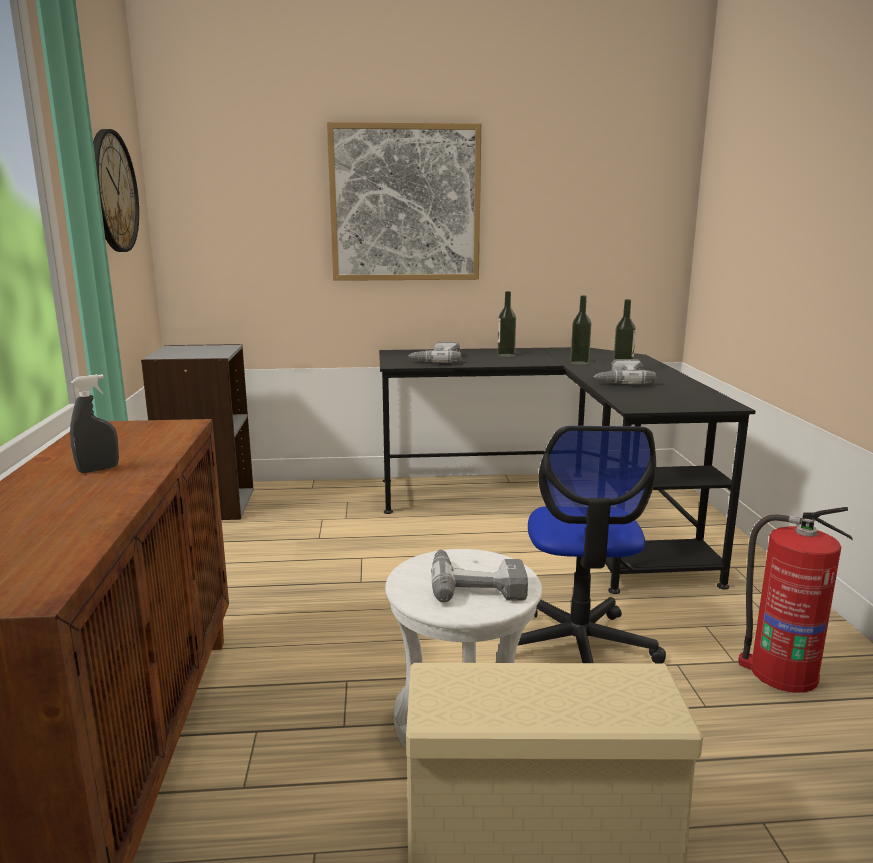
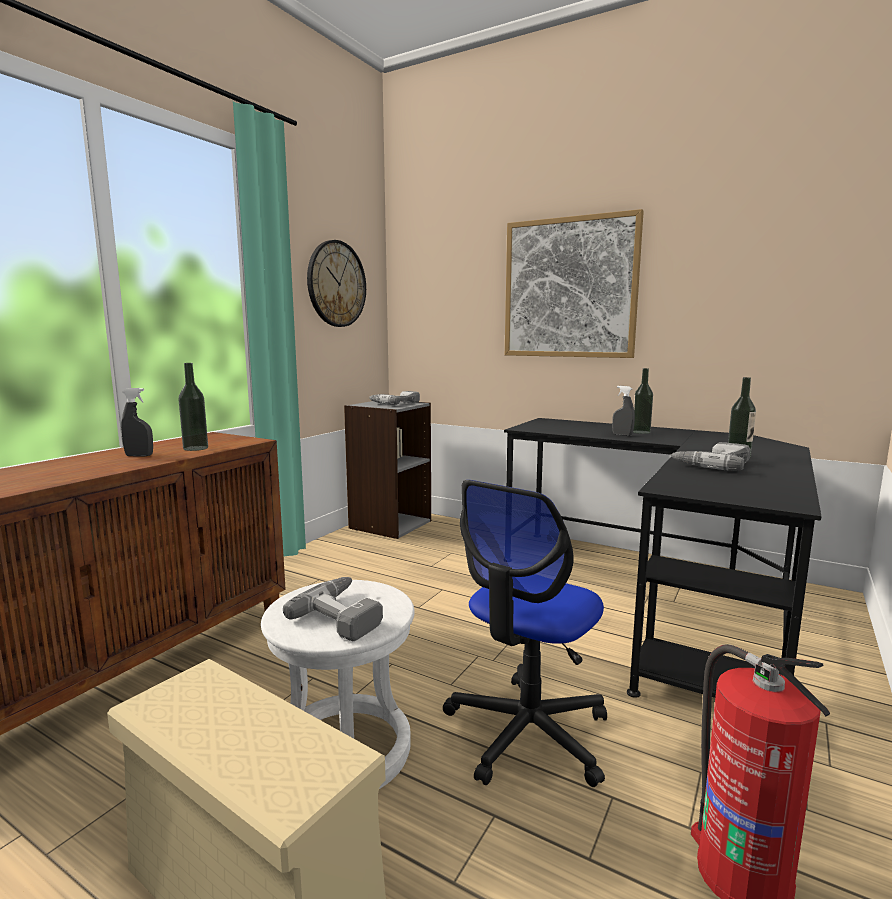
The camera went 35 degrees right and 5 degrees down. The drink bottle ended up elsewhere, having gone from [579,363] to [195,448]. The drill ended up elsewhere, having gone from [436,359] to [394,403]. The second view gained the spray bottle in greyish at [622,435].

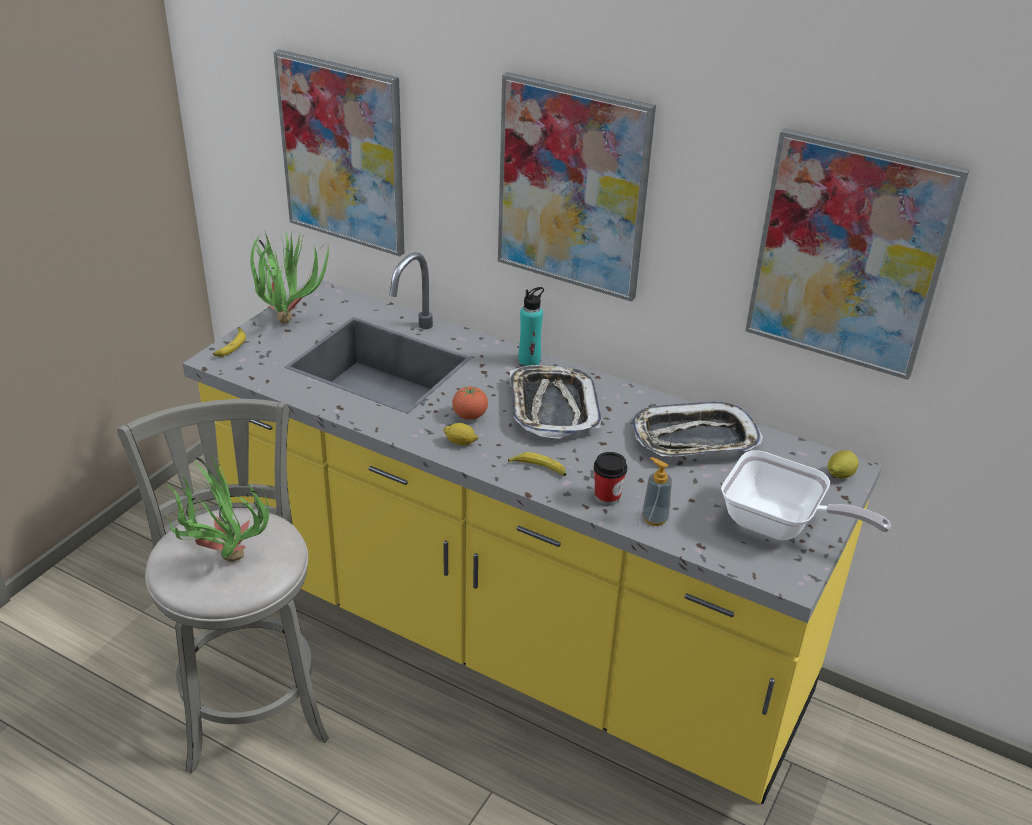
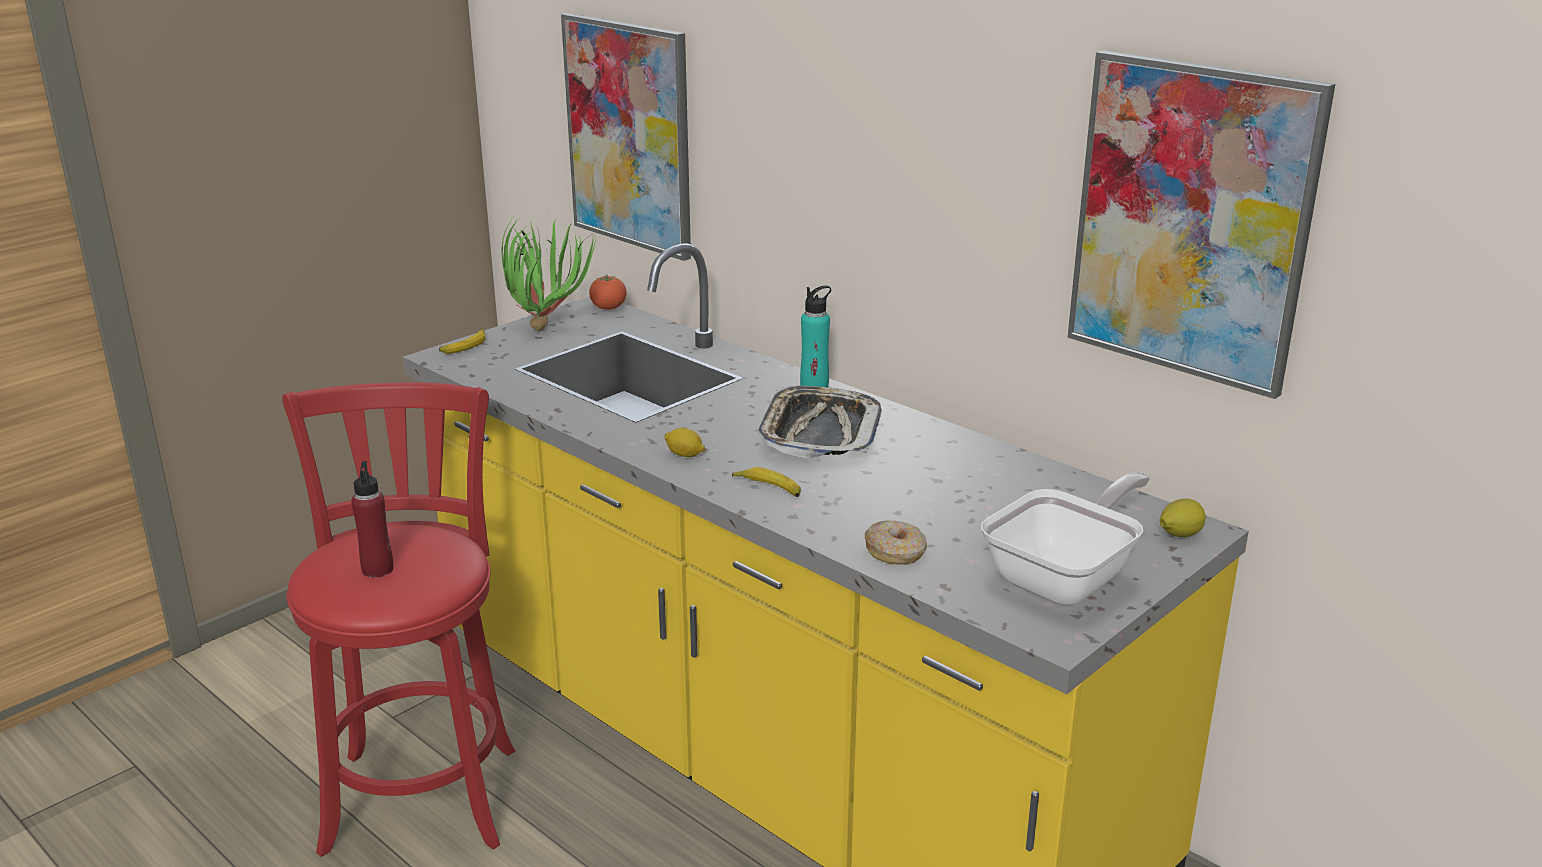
The camera went 15 degrees right and 10 degrees down. What was the stool seat in greyish at [251,703] turned into the stool seat in reddish at [423,792]. Where the plant in a pot stood at [221,559], the drink bottle in reddish came to stand at [378,569]. The fresh tomato ended up elsewhere, having gone from [470,416] to [608,308]. Where the soap dispenser stood at [654,518], the doughnut came to stand at [896,552]. The skillet at [780,526] ended up facing another way, 90 degrees counterclockwise from before. The second view lost the wall picture at [572,187]. The second view lost the cup at [607,497]. The second view lost the tray at [694,439].

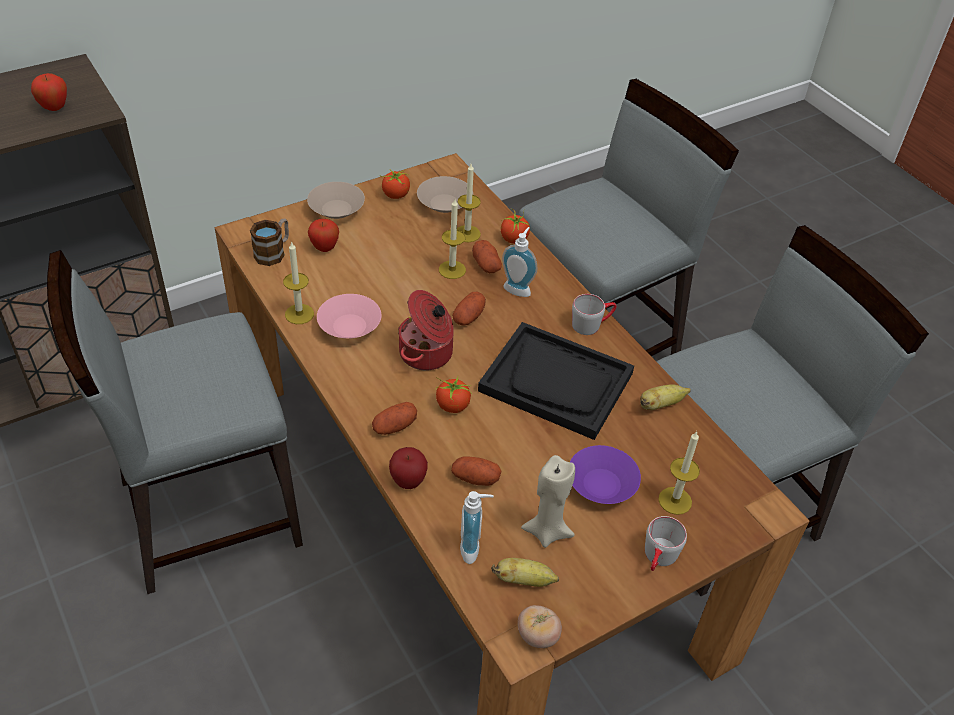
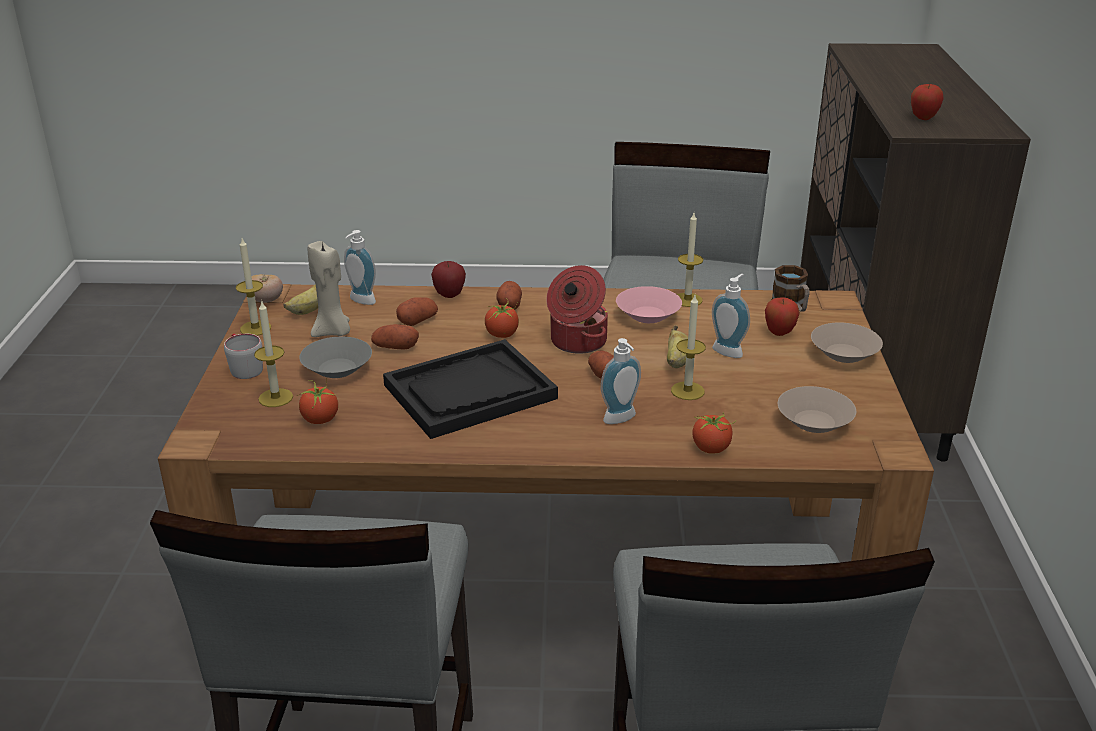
The camera went 125 degrees right and 15 degrees down. The wax light ended up elsewhere, having gone from [467,233] to [255,328]. The fresh tomato ended up elsewhere, having gone from [395,195] to [320,419]. What was the bowl in purple at [602,485] turned into the bowl in greyish at [337,370]. The spud ended up elsewhere, having gone from [486,265] to [395,347]. The whole banana ended up elsewhere, having gone from [660,405] to [677,361]. The second view gained the soap dispenser at [729,350]. The second view lost the coffee mug in greyish at [592,324].

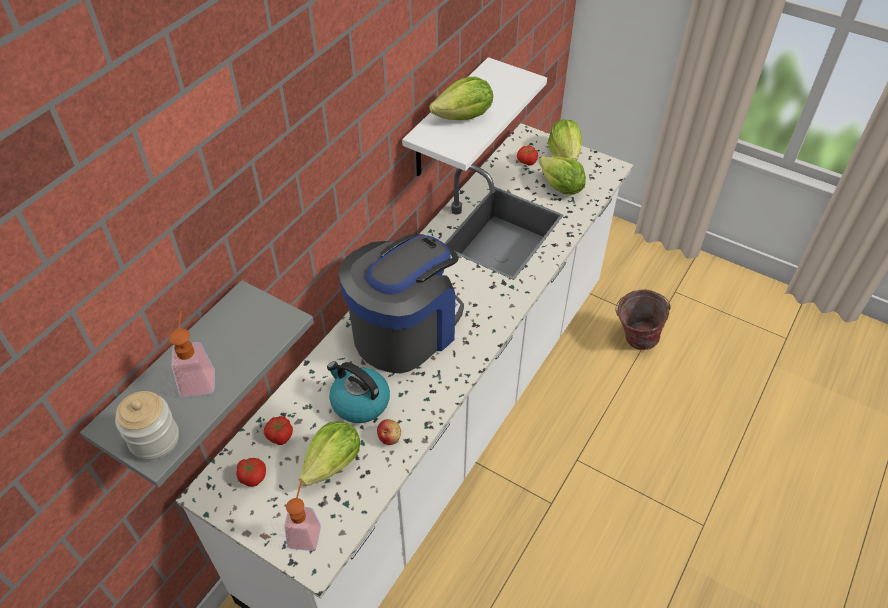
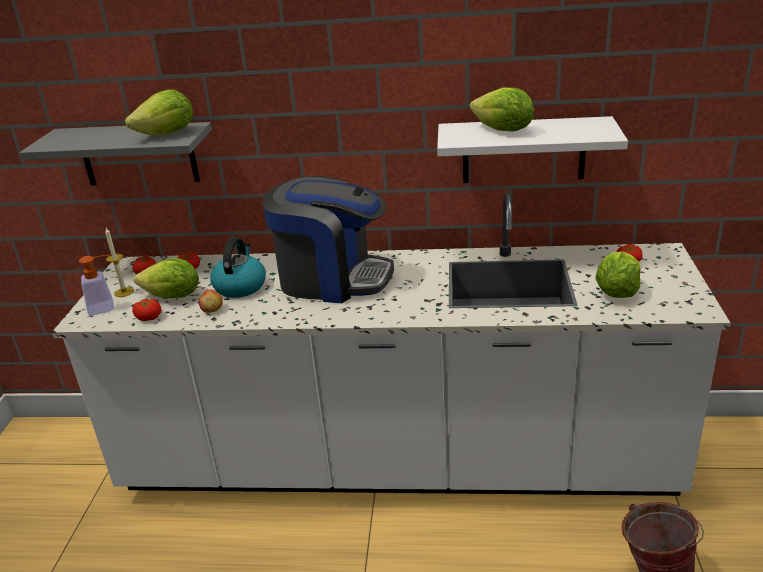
The camera went 65 degrees right and 20 degrees down. The second view gained the wax light at [124,292]. The lettuce ended up elsewhere, having gone from [564,154] to [167,134]. The second view gained the fresh tomato at [149,317]. The second view lost the storage jar at [154,439]. The second view lost the soap dispenser at [198,377].

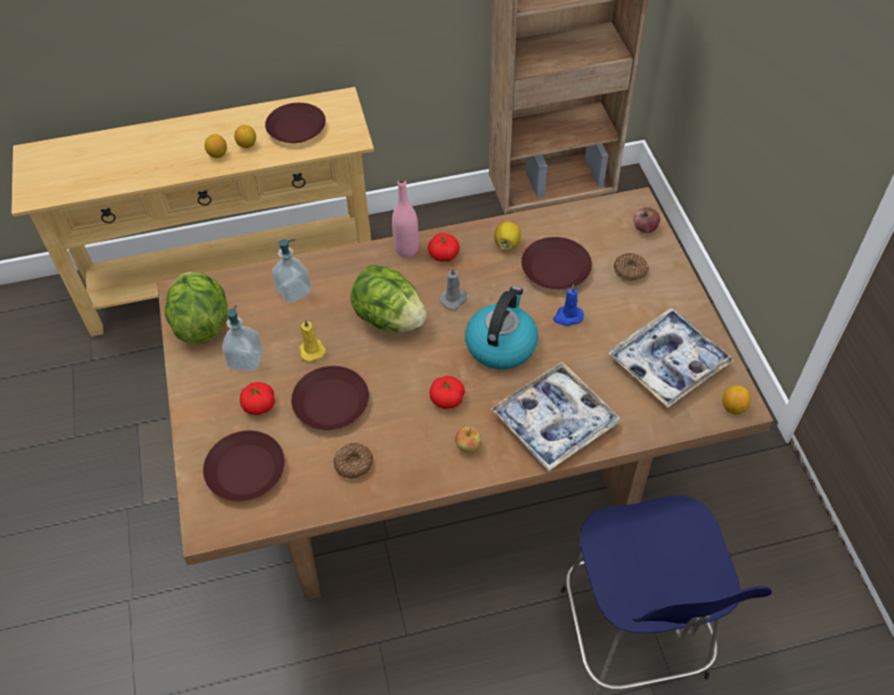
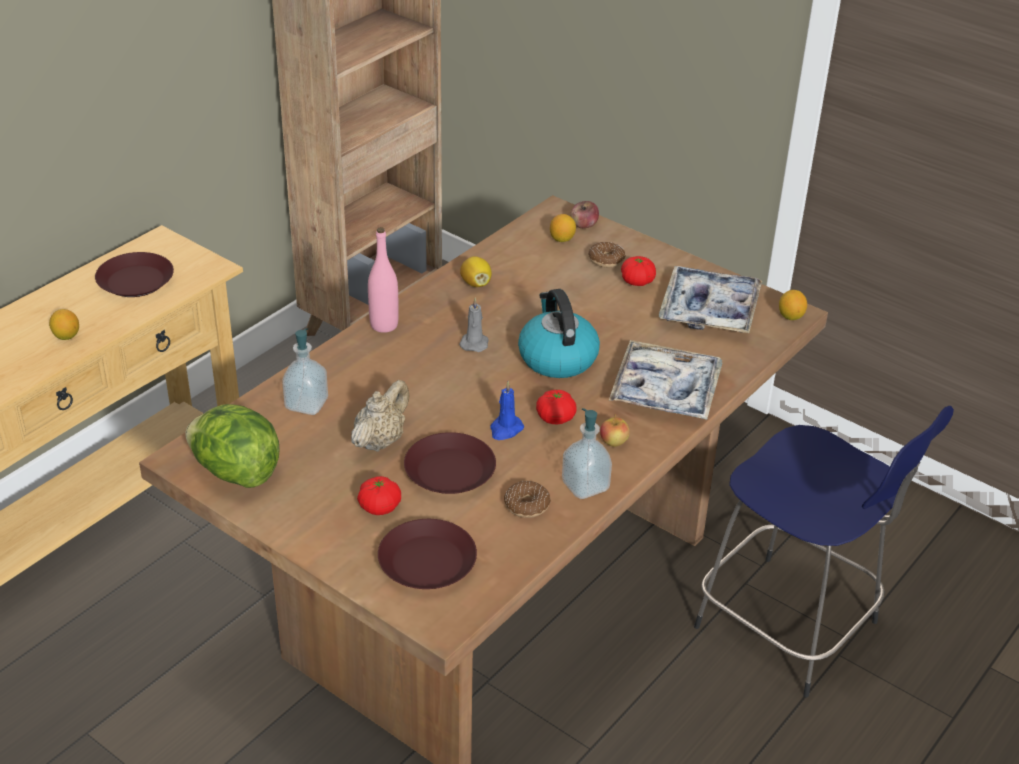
The camera went 40 degrees left and 15 degrees down. Where the wax light in yellow stood at [311,349], the teapot in beige came to stand at [380,440]. The wax light in blue-coloured ended up elsewhere, having gone from [567,317] to [505,429]. The lemon ended up elsewhere, having gone from [247,145] to [562,239]. The soap dispenser ended up elsewhere, having gone from [246,360] to [585,486]. The fresh tomato ended up elsewhere, having gone from [443,255] to [637,281]. The second view lost the lettuce at [389,319]. The second view lost the dinner plate in brown at [555,269].

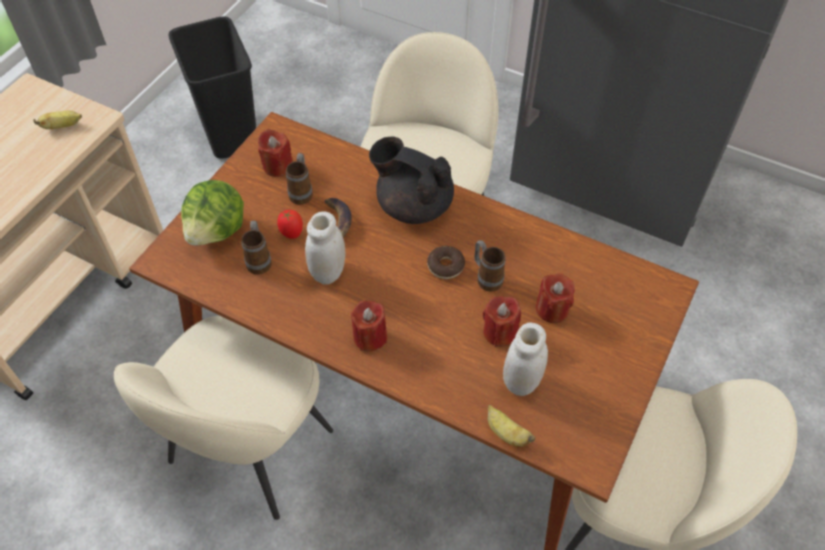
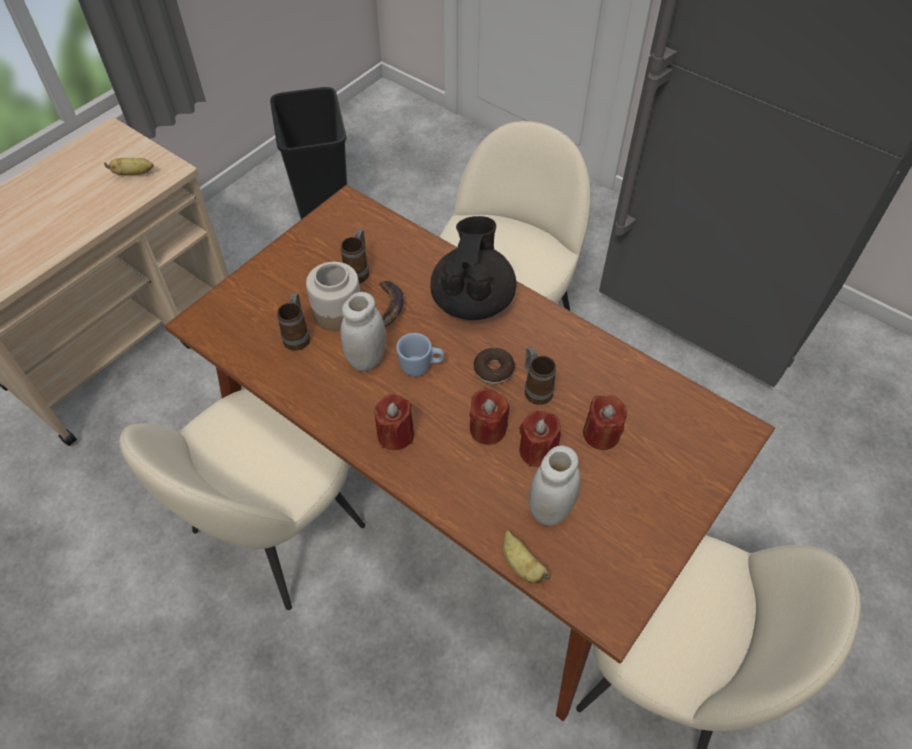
The camera went 10 degrees right and 0 degrees up. Where the fresh tomato stood at [291,233], the storage jar came to stand at [338,312]. The second view gained the coffee mug in blue-coloured at [421,367]. The teapot in blackish at [413,205] ended up facing another way, 60 degrees clockwise from before. The wax light in reddish ended up elsewhere, having gone from [277,166] to [487,429]. The second view lost the lettuce at [218,231].

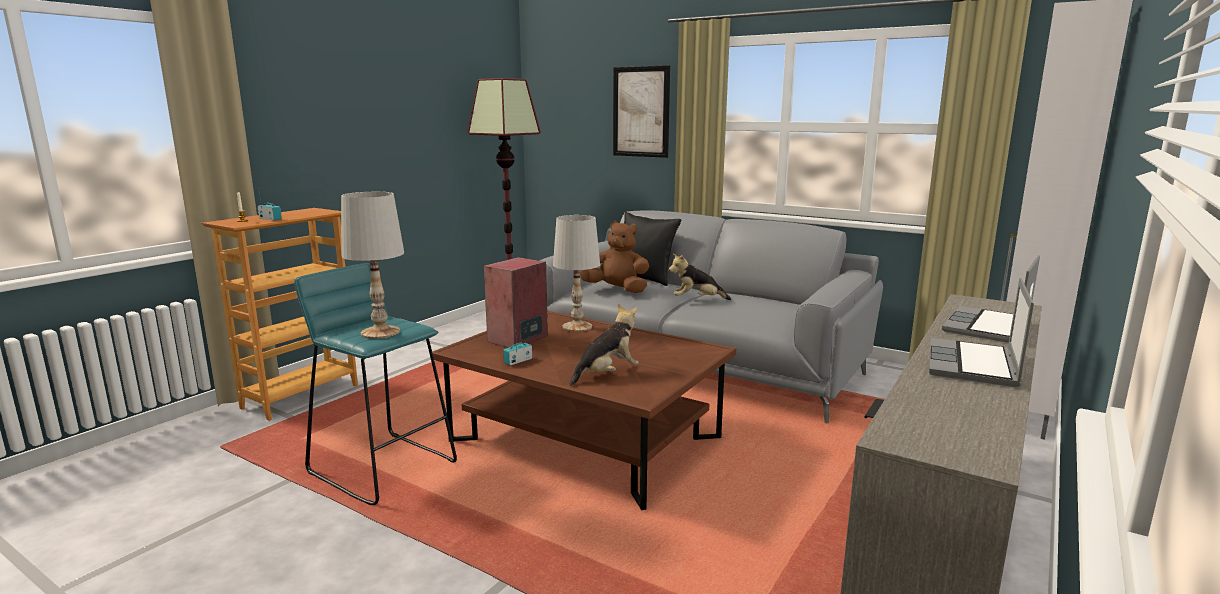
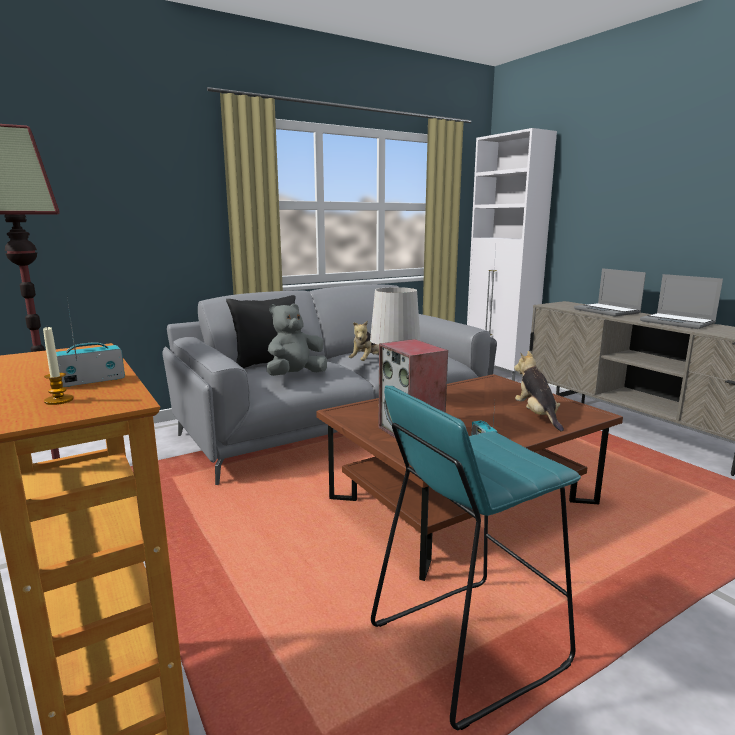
The camera went 65 degrees left and 0 degrees up. What was the cuddly toy in brown at [617,290] turned into the cuddly toy in greyish at [295,375]. The second view lost the table lamp in white at [381,332]. The second view lost the wall picture at [641,112].

